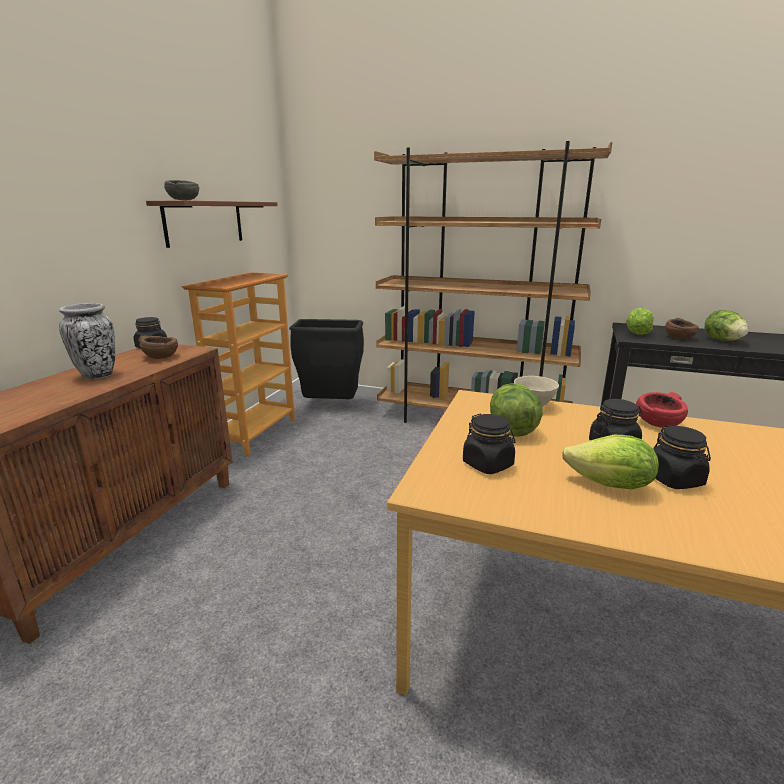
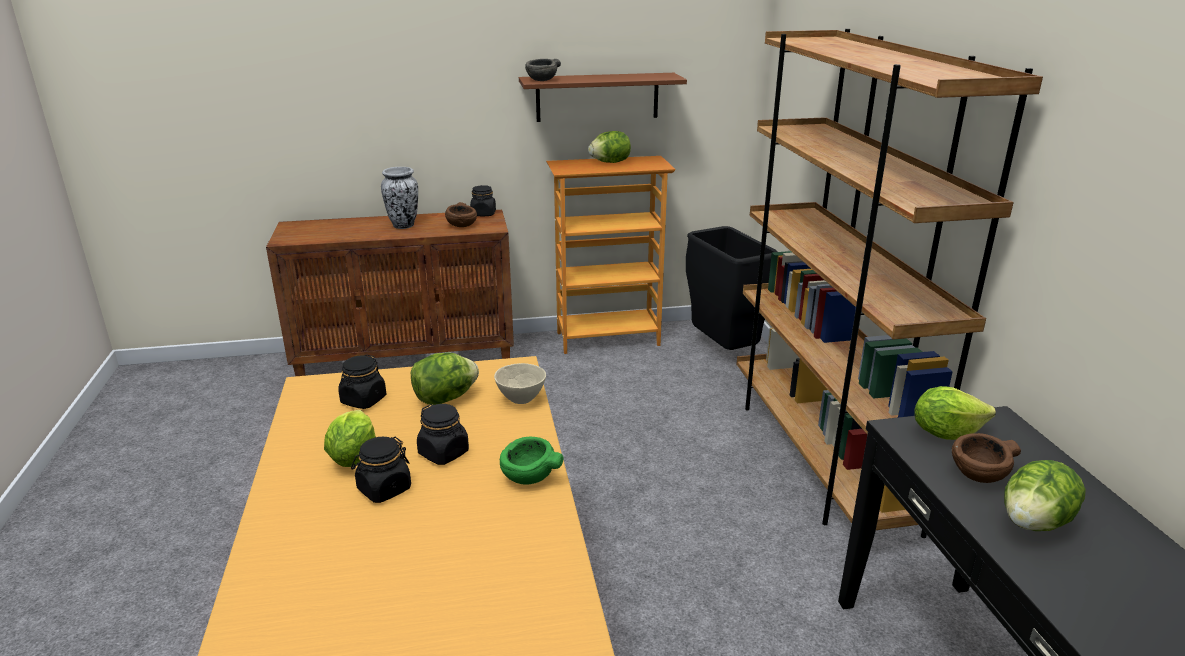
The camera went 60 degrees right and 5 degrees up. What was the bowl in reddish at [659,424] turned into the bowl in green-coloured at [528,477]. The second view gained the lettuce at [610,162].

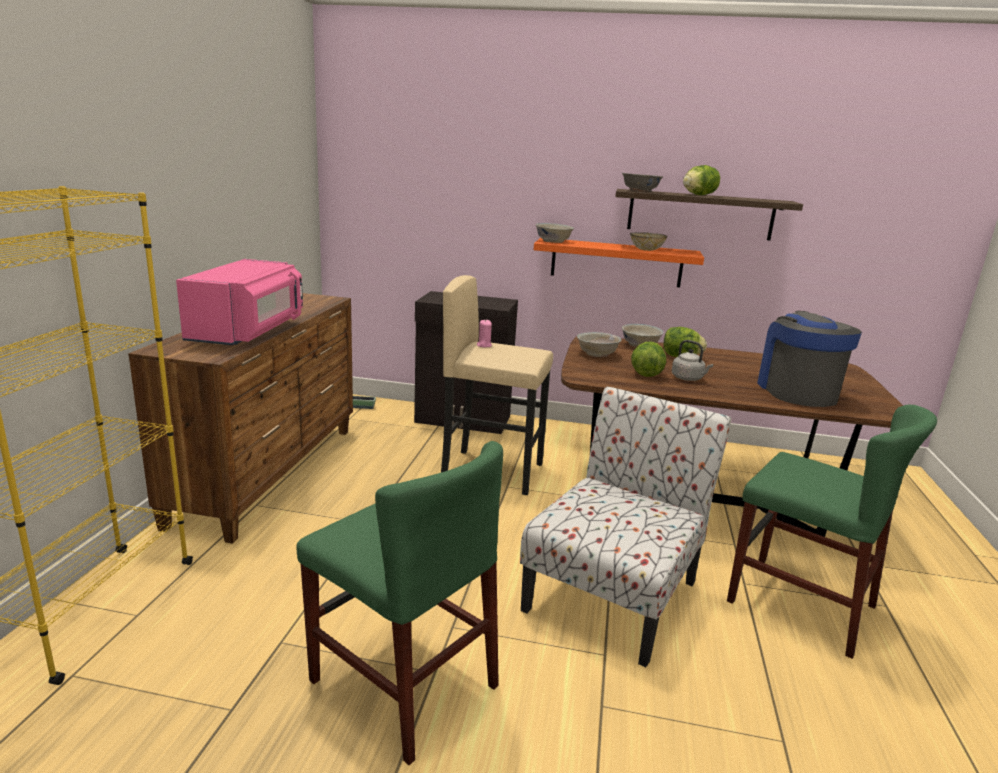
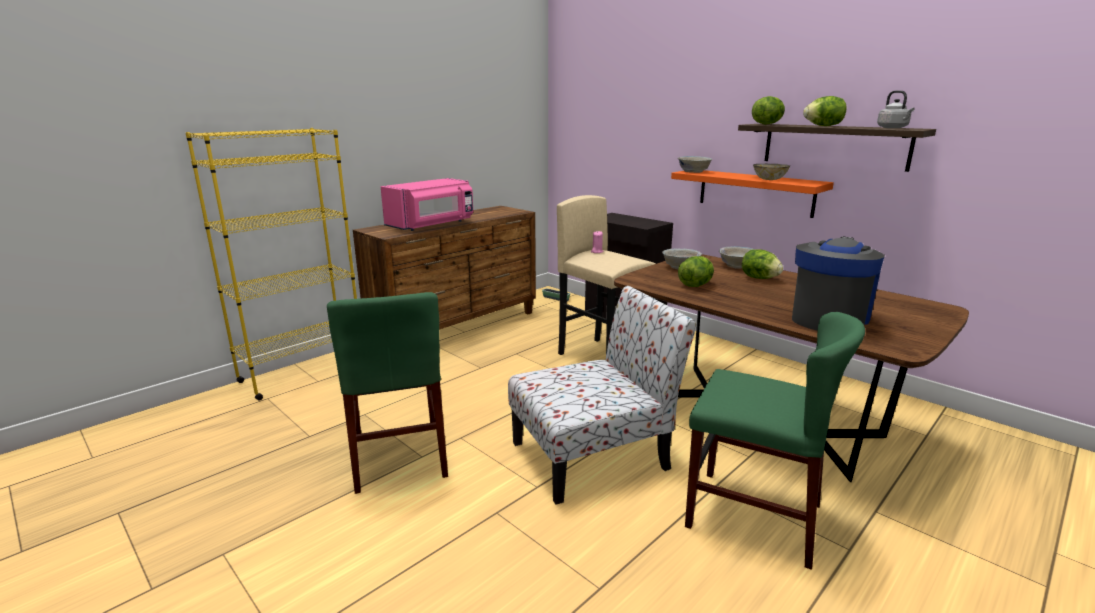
The camera went 35 degrees right and 0 degrees up. The upright chair in green-coloured at [800,603] ended up facing another way, 45 degrees counterclockwise from before. Where the bowl in greyish stood at [640,191], the lettuce came to stand at [767,124]. The water kettle in greyish ended up elsewhere, having gone from [688,379] to [893,128].

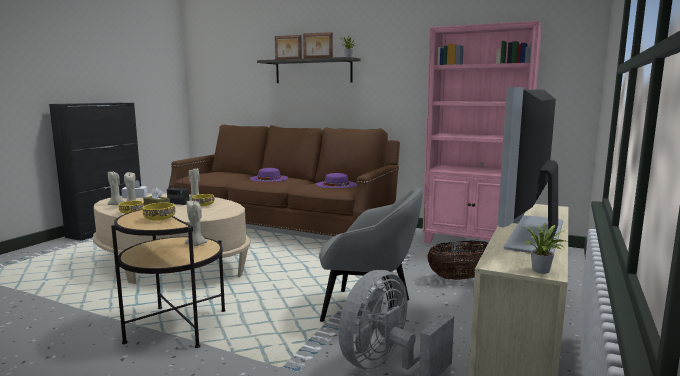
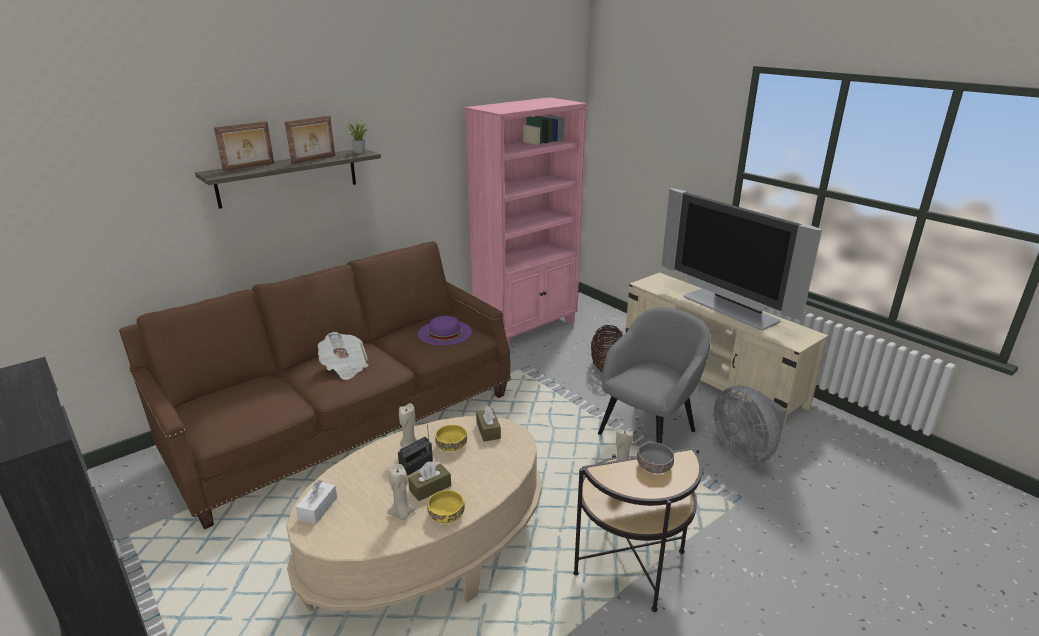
The camera went 65 degrees left and 15 degrees up. Where the hat in purple stood at [269,178], the newspaper came to stand at [344,367]. The second view gained the box of tissues in brown at [488,430]. What was the bowl in yellow at [159,219] turned into the bowl in greyish at [655,466]. The second view lost the wax light in beige at [116,204]. The second view lost the plant in a pot at [541,271].

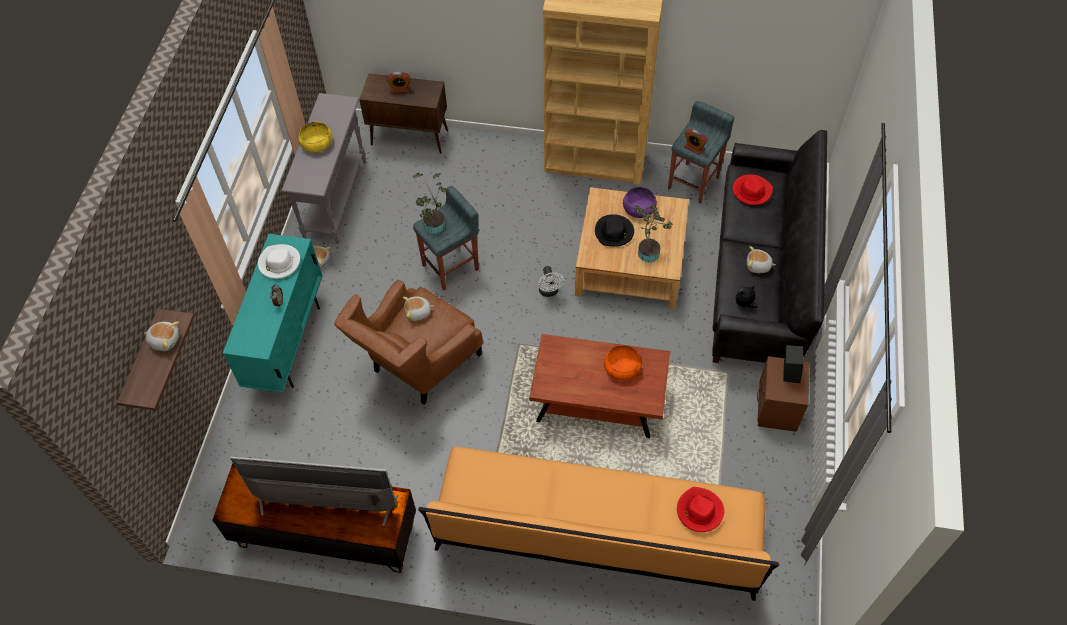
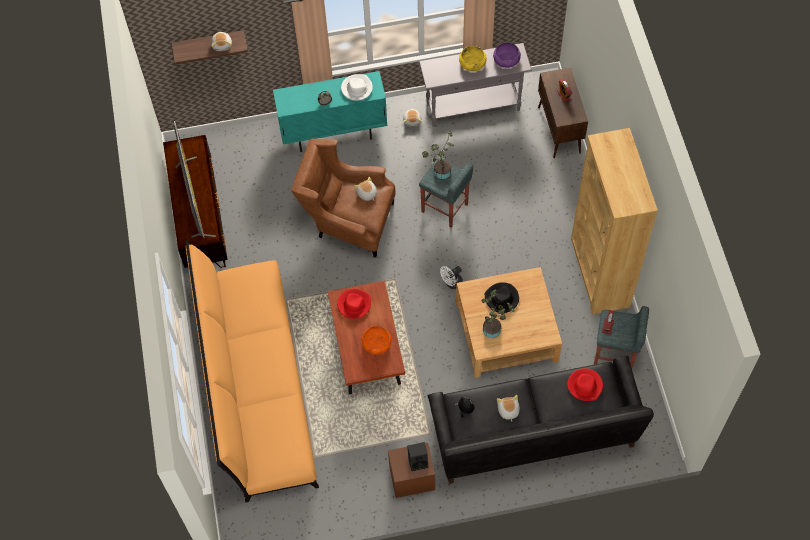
The camera went 70 degrees right and 5 degrees up. The hat in reddish ended up elsewhere, having gone from [699,511] to [354,304]. The bowl in purple ended up elsewhere, having gone from [639,208] to [506,59].

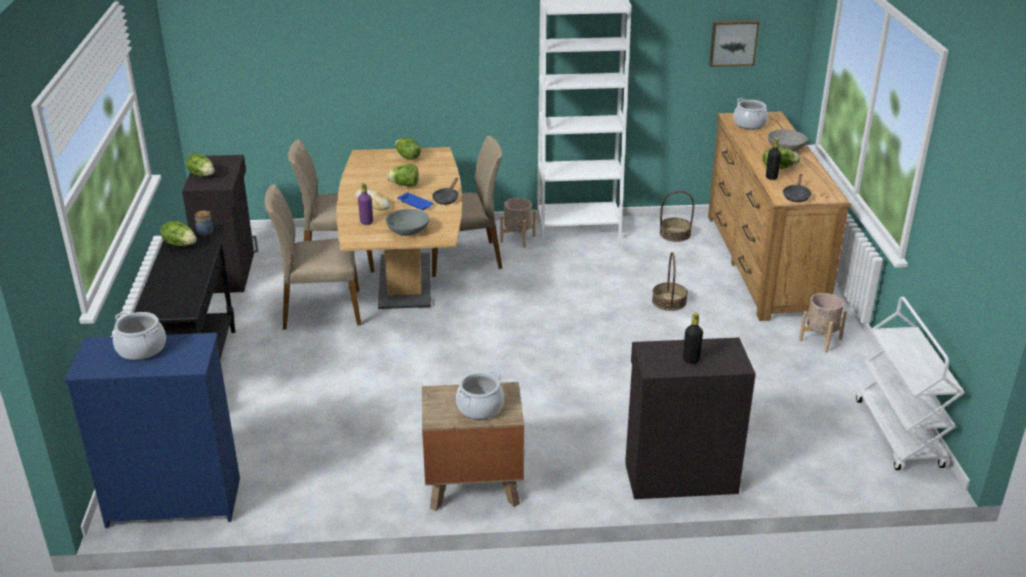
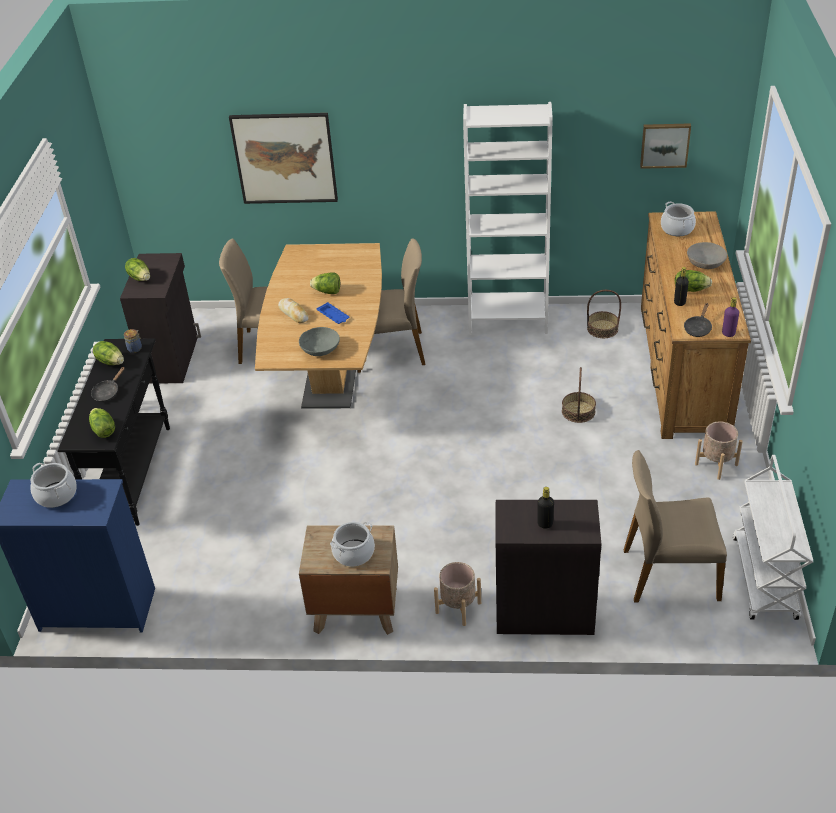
The camera went 10 degrees right and 10 degrees up. The lettuce ended up elsewhere, having gone from [407,157] to [103,430]. The skillet in blackish ended up elsewhere, having gone from [446,198] to [108,392]. The second view gained the wall picture at [285,158]. The plant pot in beige ended up elsewhere, having gone from [517,239] to [458,608]. The upright chair in beige ended up elsewhere, having gone from [320,309] to [669,573]. The drink bottle in purple ended up elsewhere, having gone from [366,222] to [728,333].

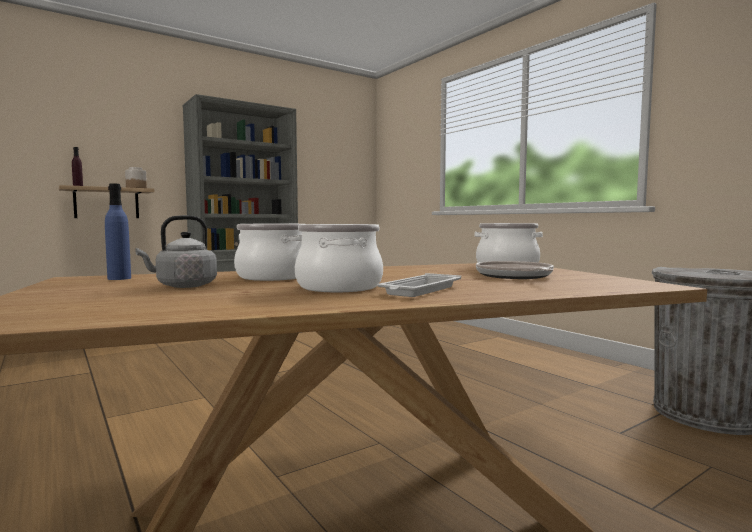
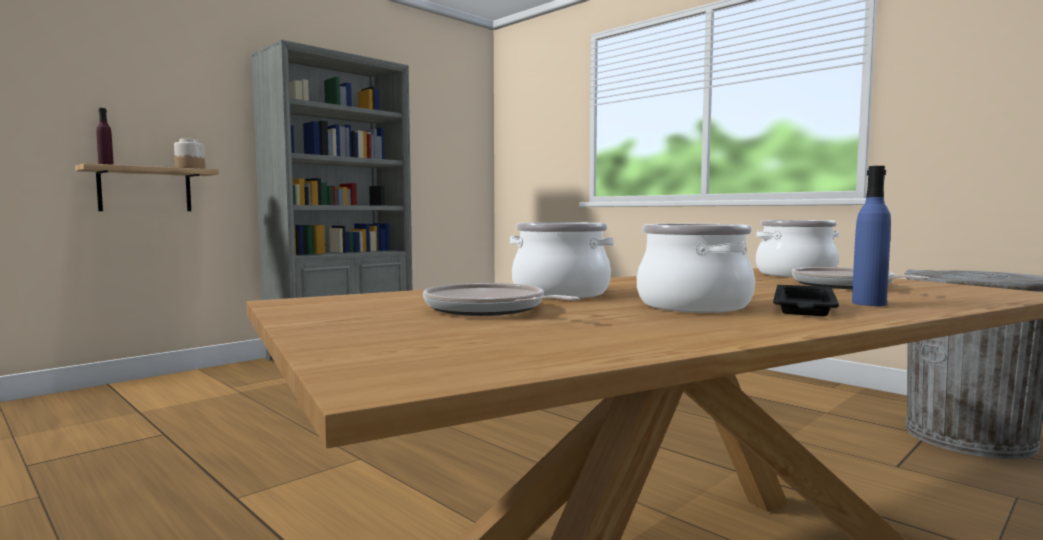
The camera went 10 degrees left and 0 degrees up. Where the water kettle in greyish stood at [183,286], the skillet came to stand at [488,310]. What was the tray in white at [420,290] turned into the tray in blackish at [804,307]. The drink bottle in blue-coloured ended up elsewhere, having gone from [119,278] to [869,303].

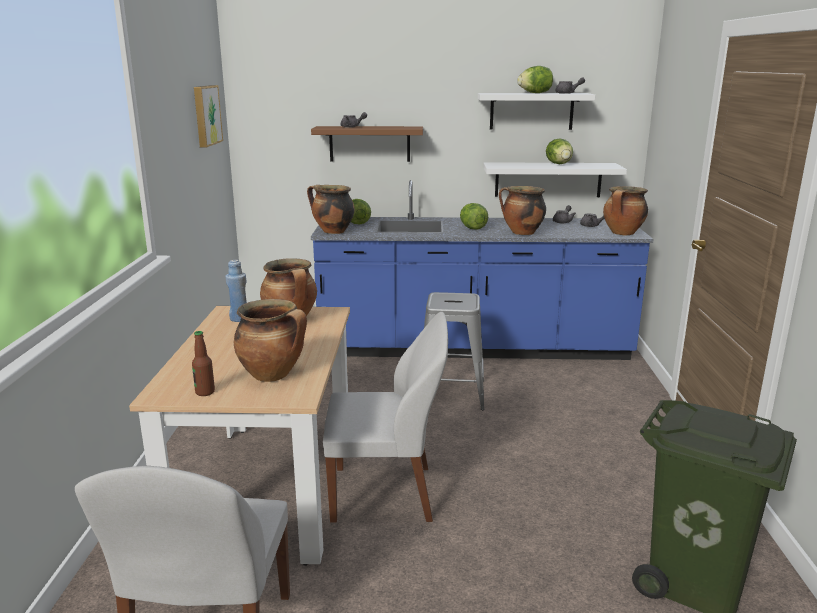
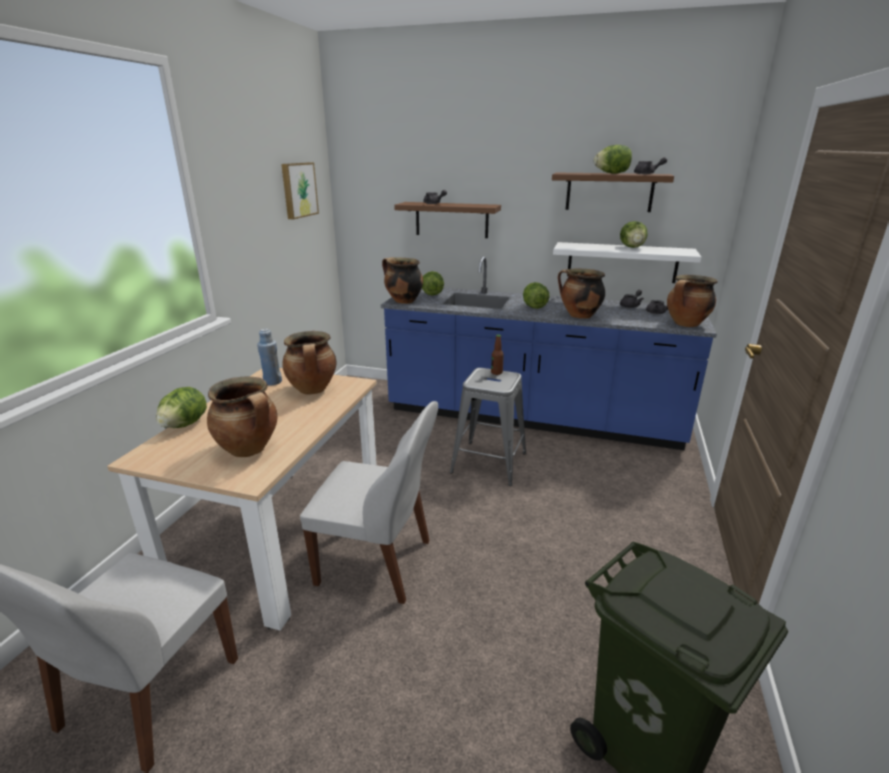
The camera went 15 degrees right and 5 degrees up. The second view gained the lettuce at [184,425]. The drink bottle ended up elsewhere, having gone from [205,392] to [496,372]. What was the wall shelf in white at [531,111] turned into the wall shelf in brown at [609,192].

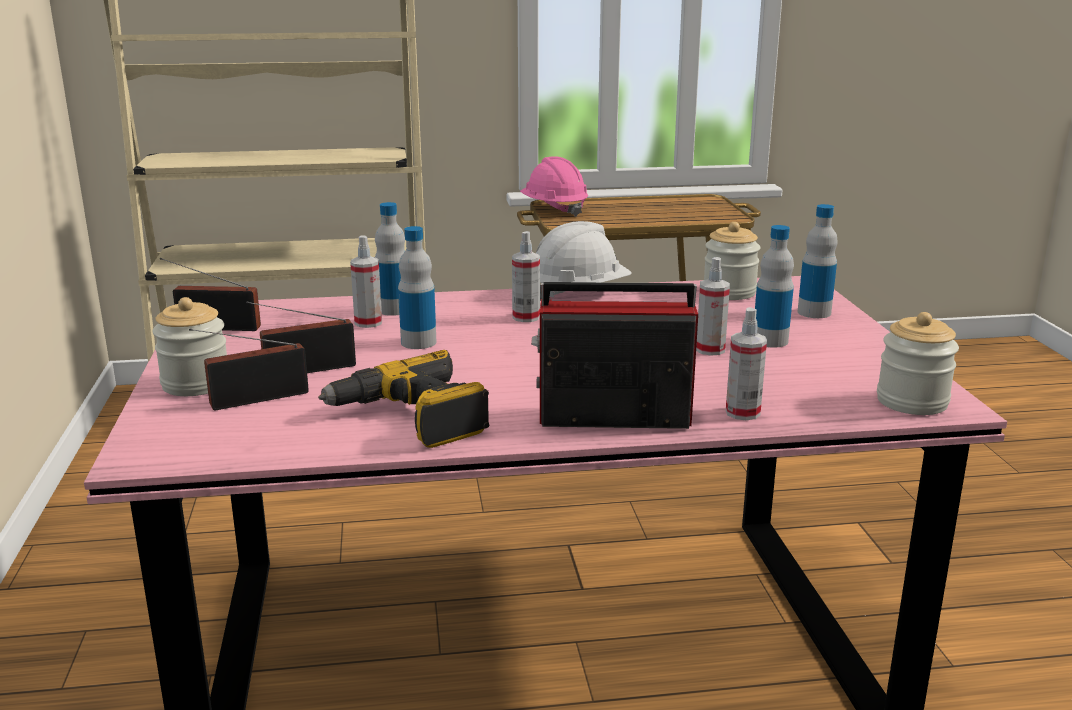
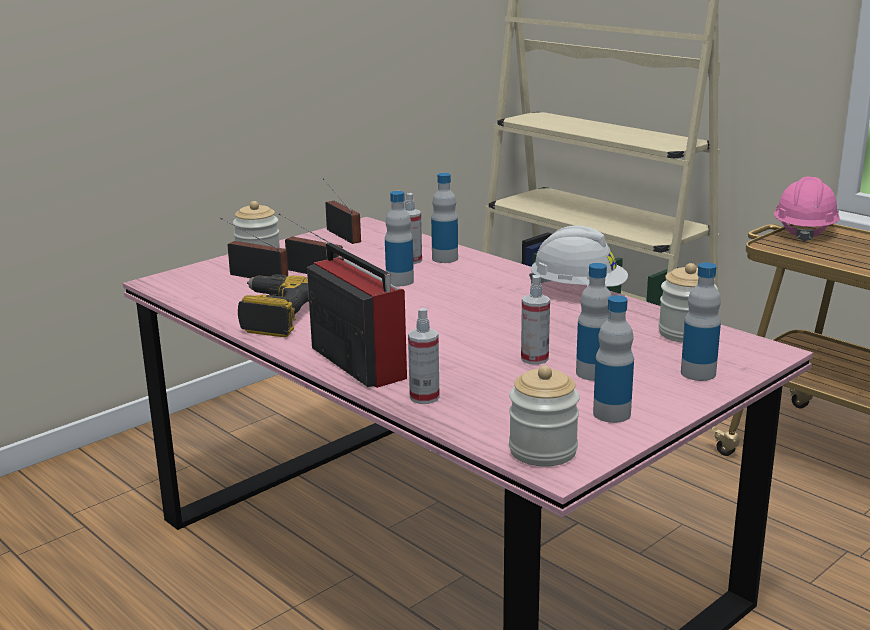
The camera went 55 degrees right and 0 degrees up. The second view gained the drink bottle at [611,414]. The second view lost the spray bottle at [526,317].

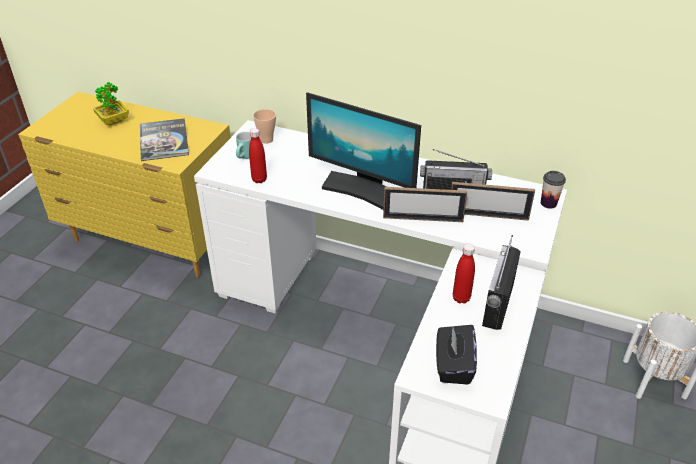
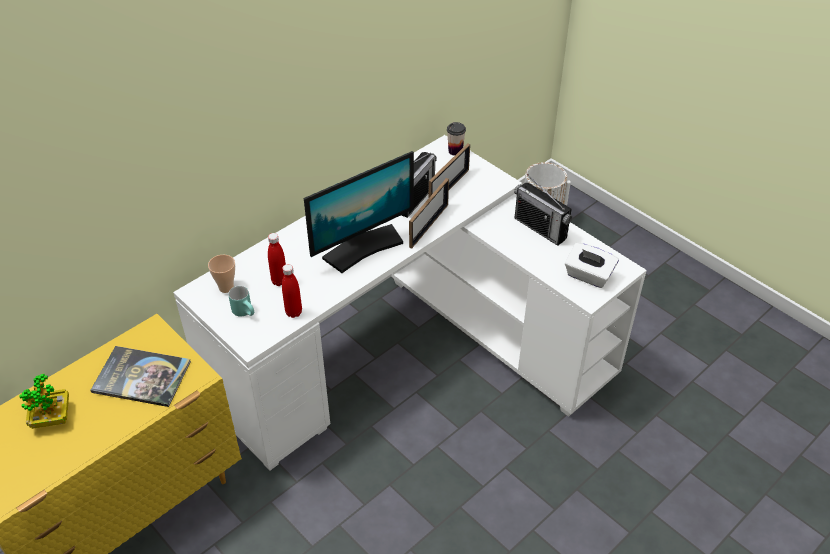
The camera went 65 degrees left and 5 degrees up. The drink bottle in reddish ended up elsewhere, having gone from [461,298] to [279,281]. What was the box of tissues in blackish at [453,365] turned into the box of tissues in white at [588,276].

